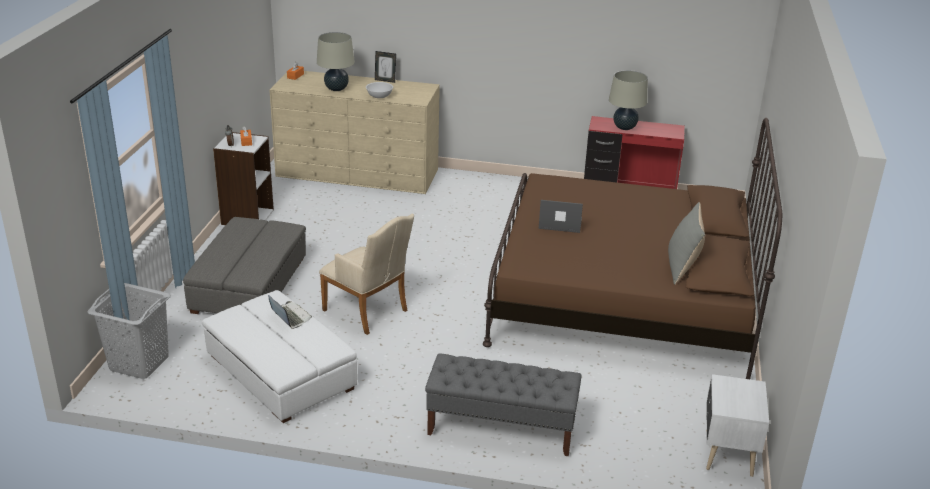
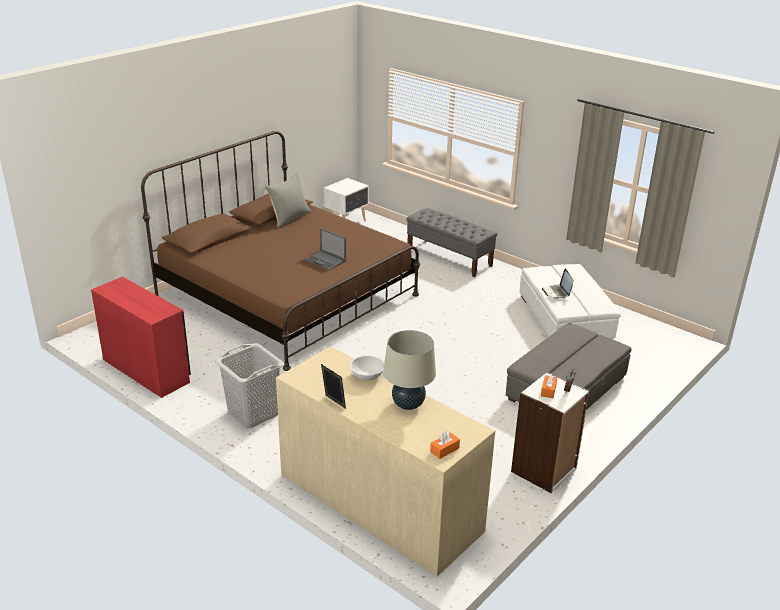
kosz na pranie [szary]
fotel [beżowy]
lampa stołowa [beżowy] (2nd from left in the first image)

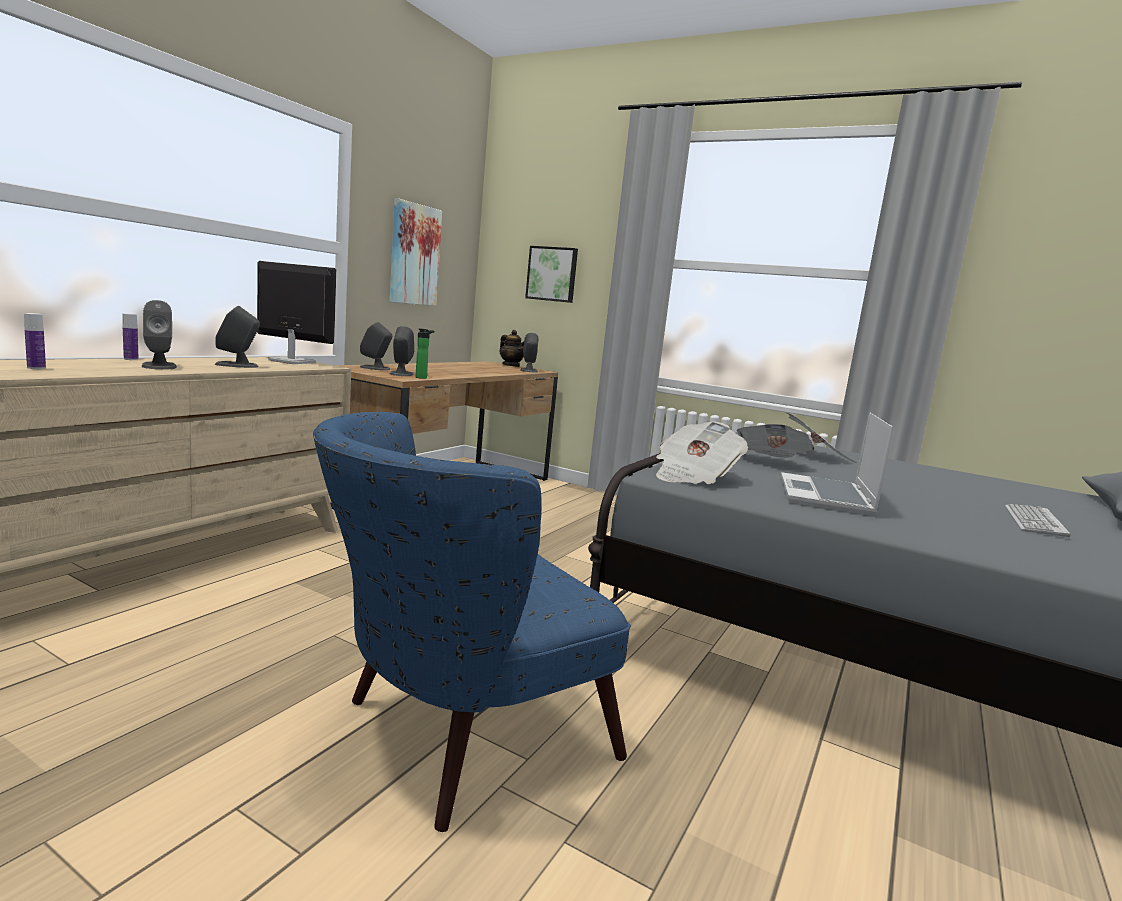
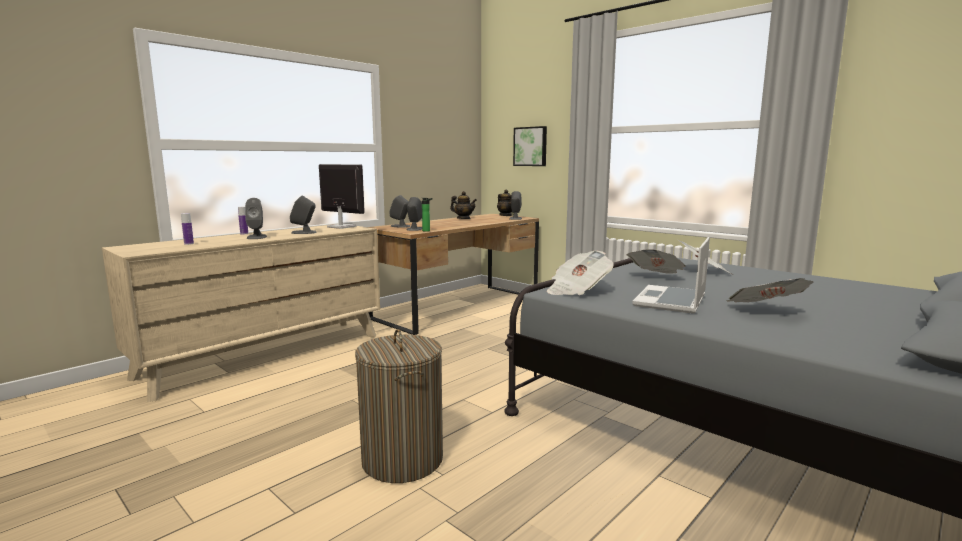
kosz na pranie
imbryk (1st from left)
gazeta (4th from left)
obraz (1st from left in the first image)
klawiatura

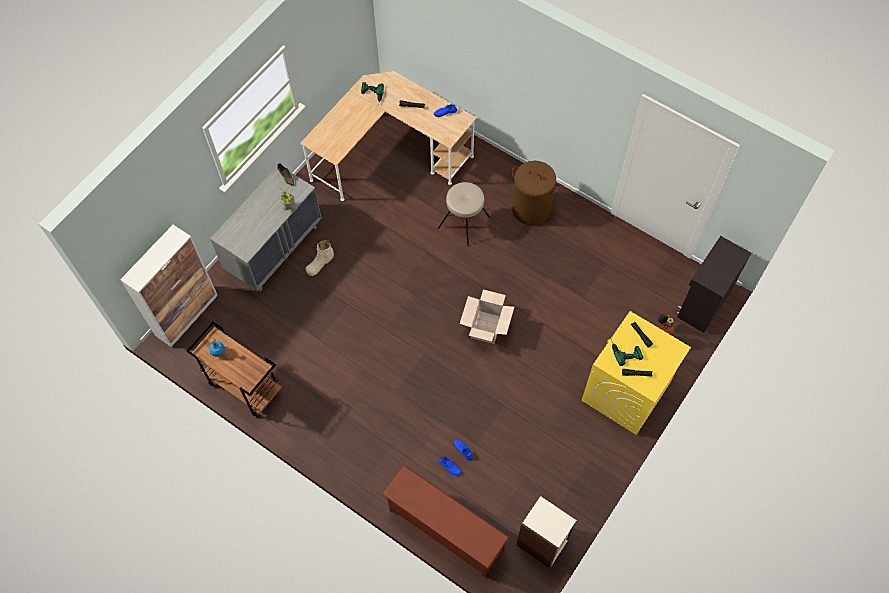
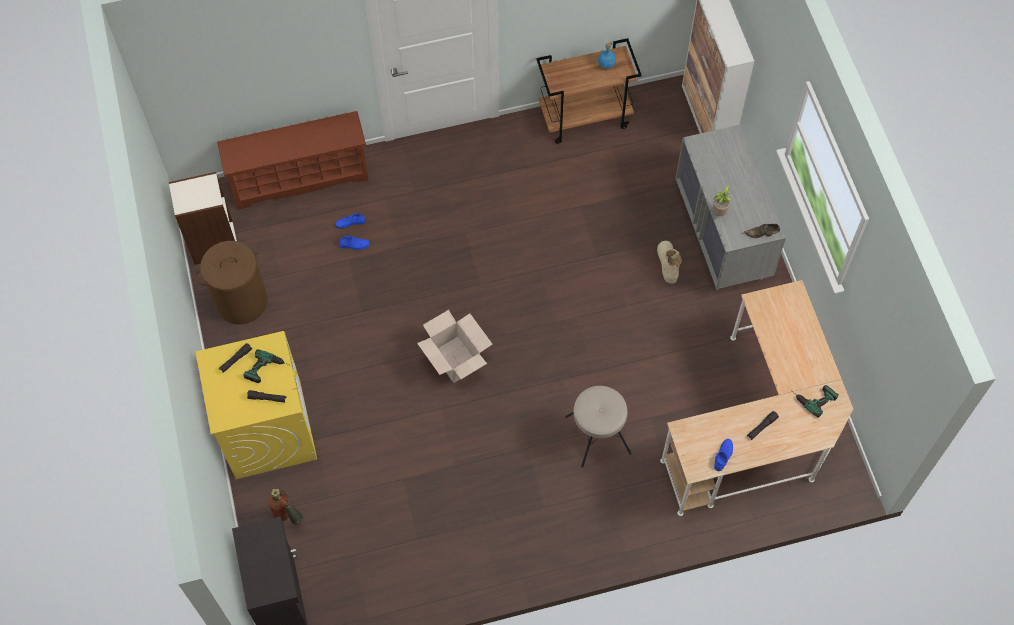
kosz na pranie [brązowy]

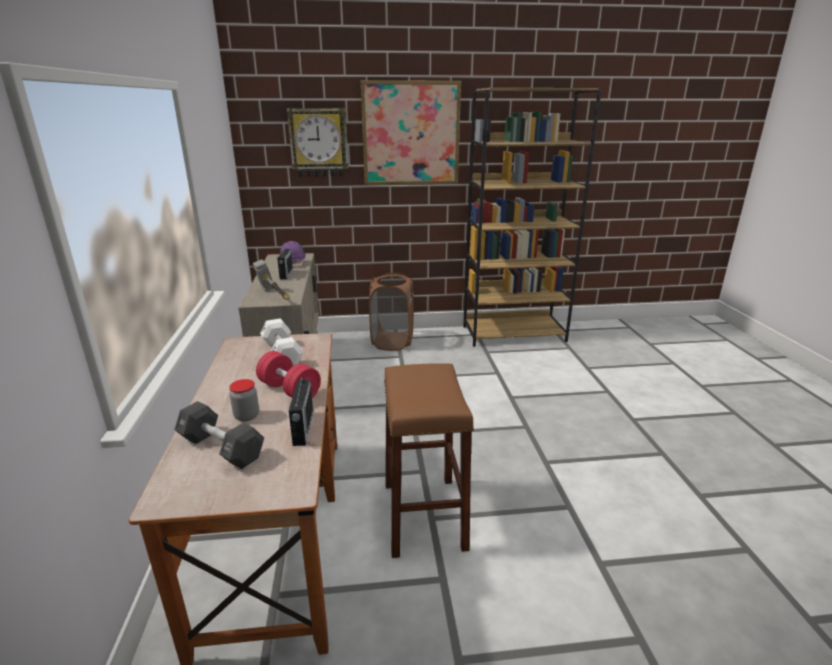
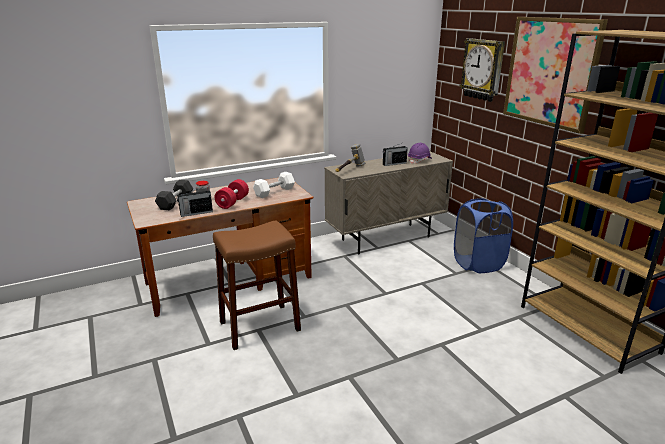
kosz na pranie [niebieski]

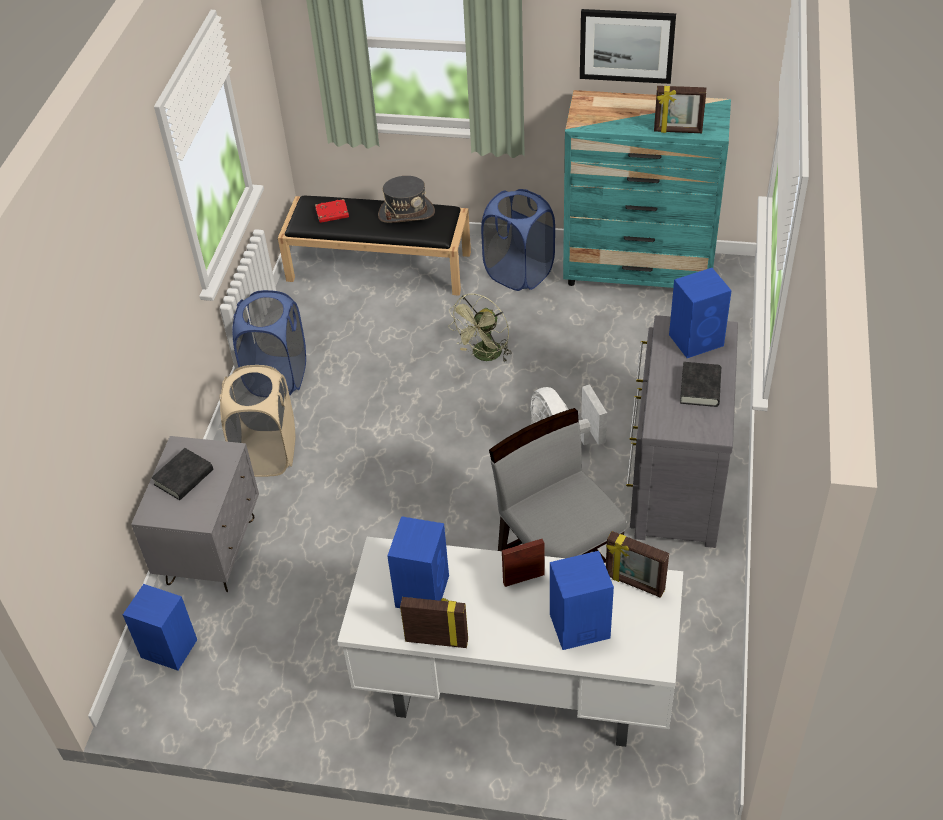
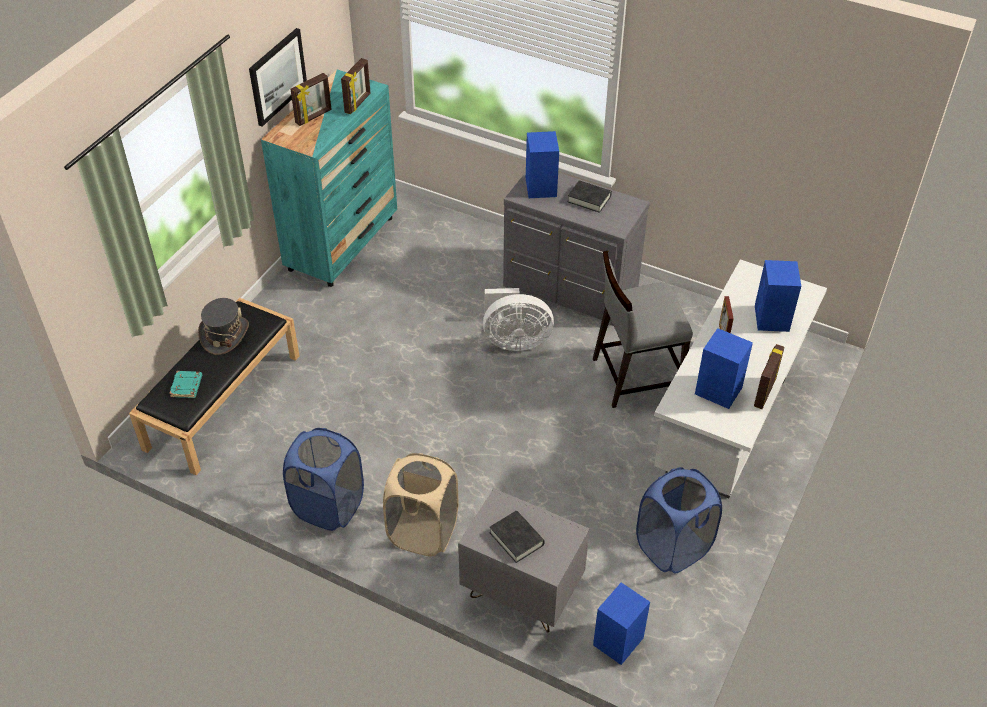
książka [turkusowy]
ramka na zdjęcie (1st from left)
kosz na pranie [niebieski] (2nd from left)
wentylator [zielony]

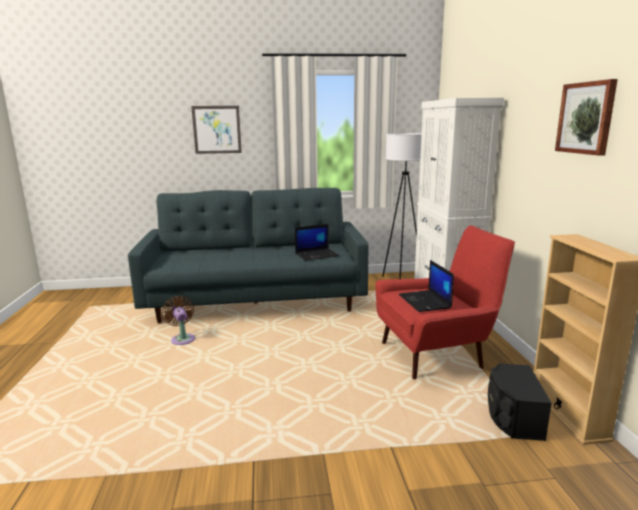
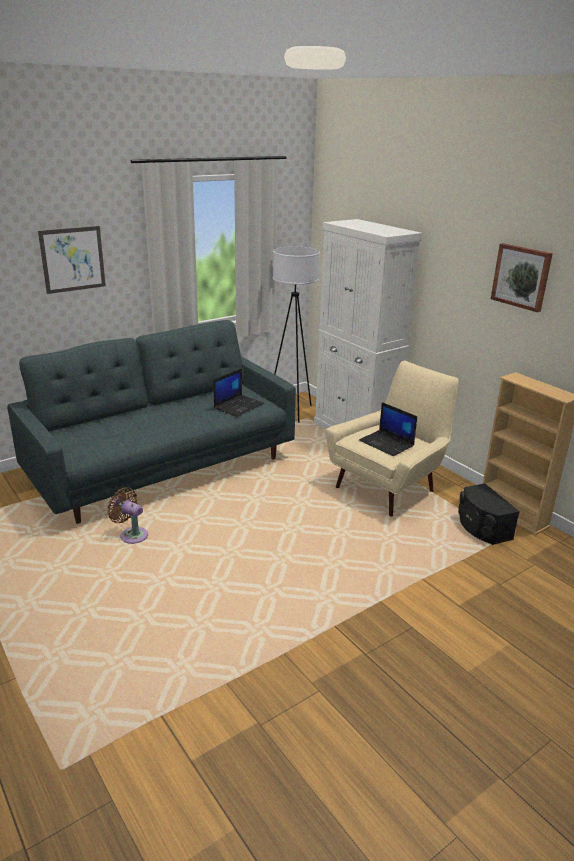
fotel [beżowy]

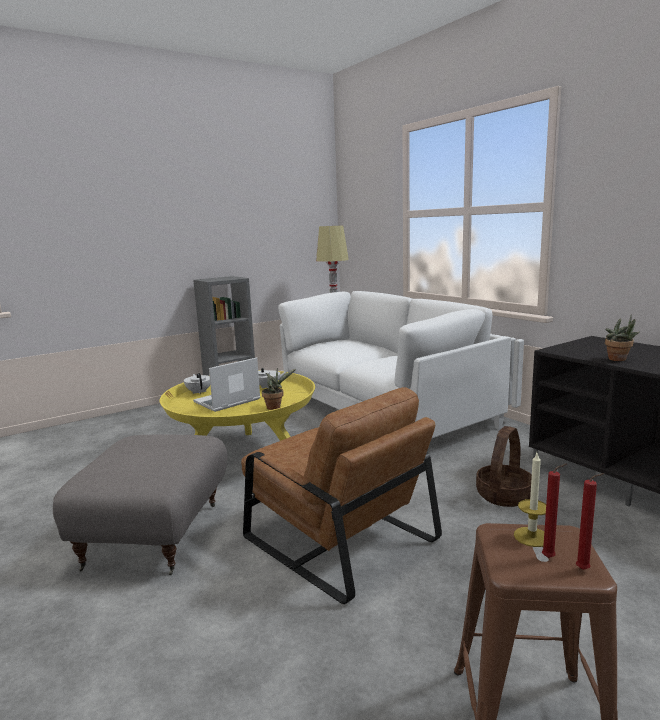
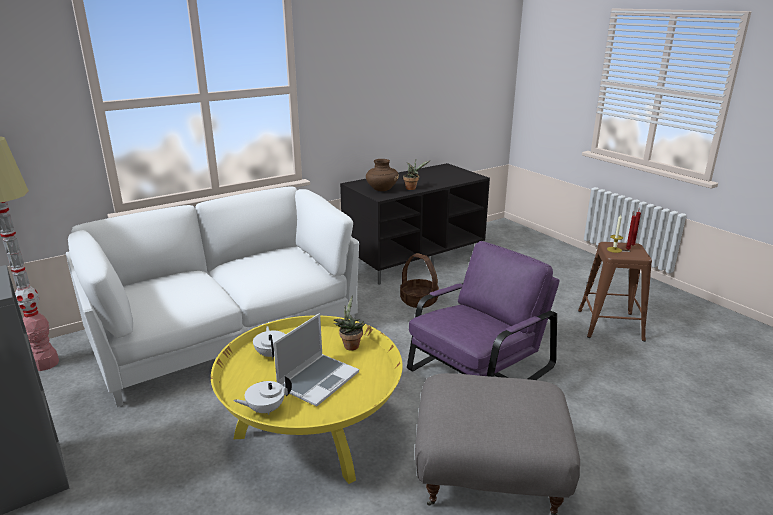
laptop
wazon [brązowy]
fotel [fioletowy]

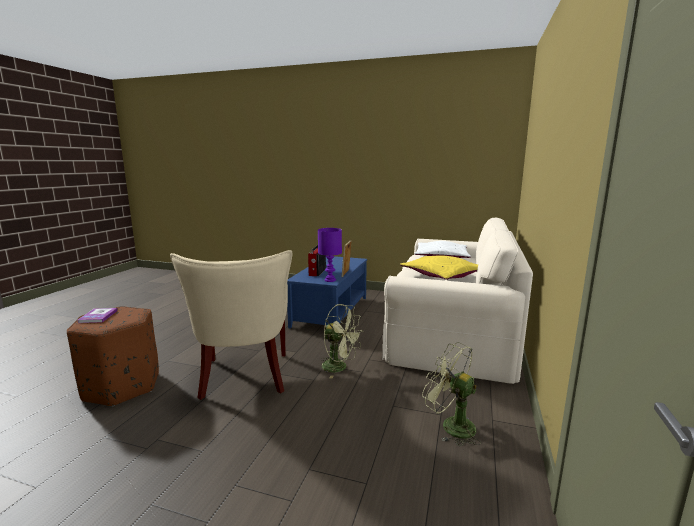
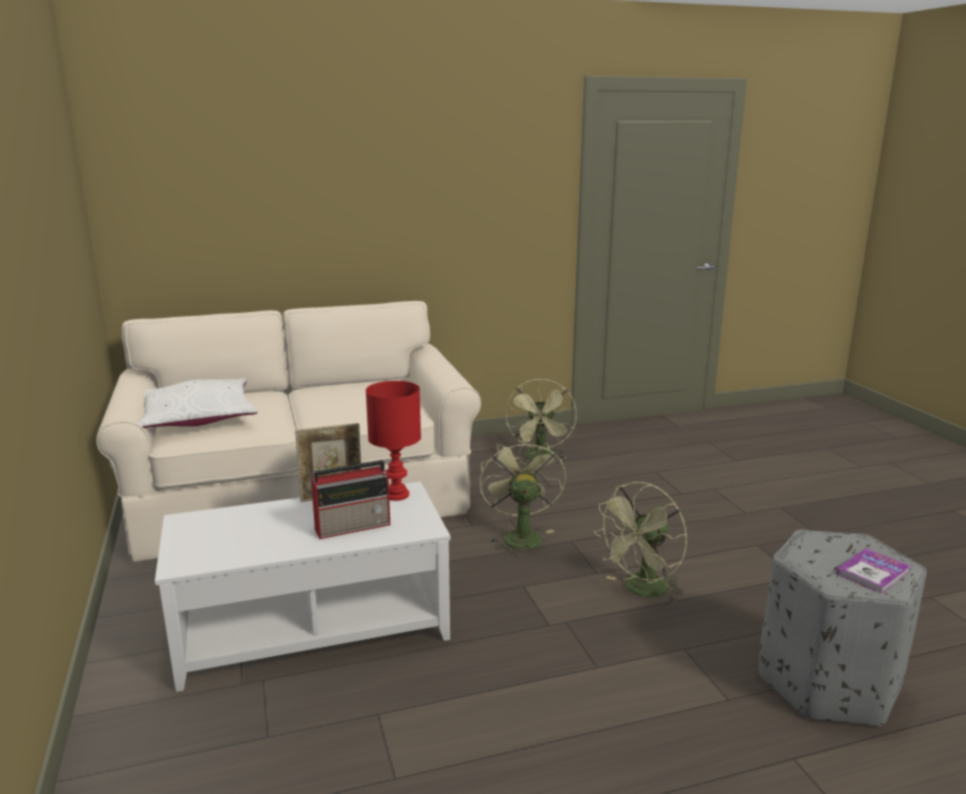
ława [biały]
lampa stołowa [czerwony]
wentylator [zielony] (3rd from left)
pufa [szary]
poduszka [żółty]

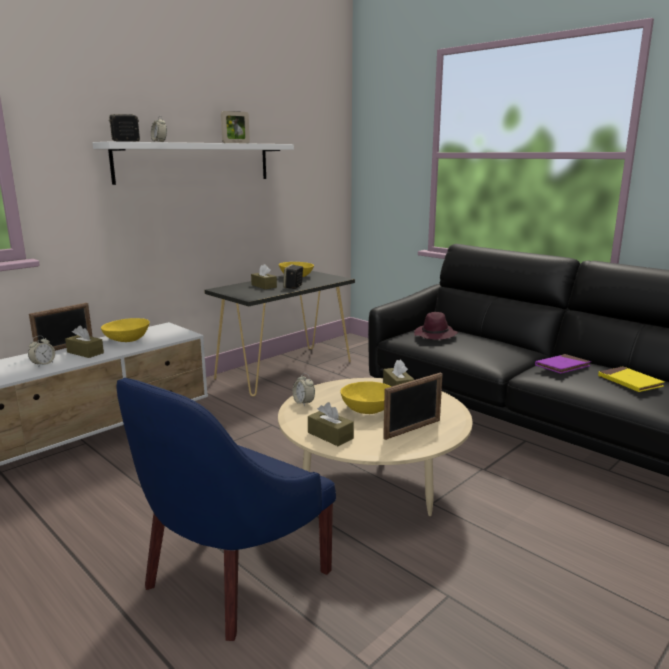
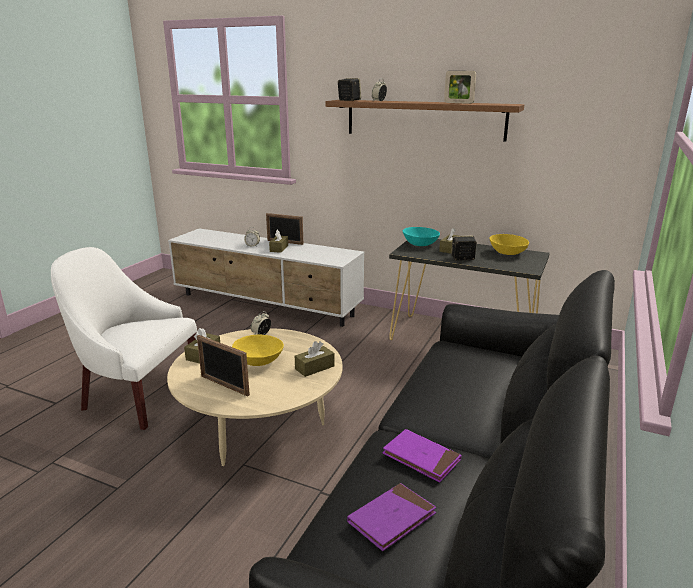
fotel [biały]
półka [brązowy]
książka [fioletowy] (1st from left)
miska [turkusowy]
miska [żółty] (1st from left in the first image)
kapelusz [fioletowy]

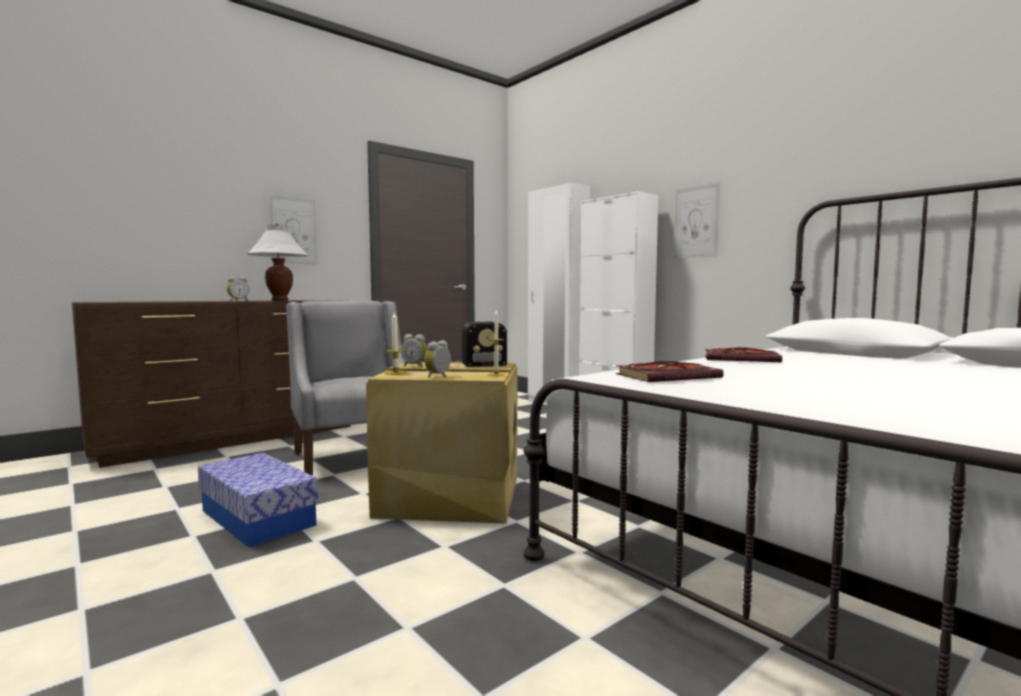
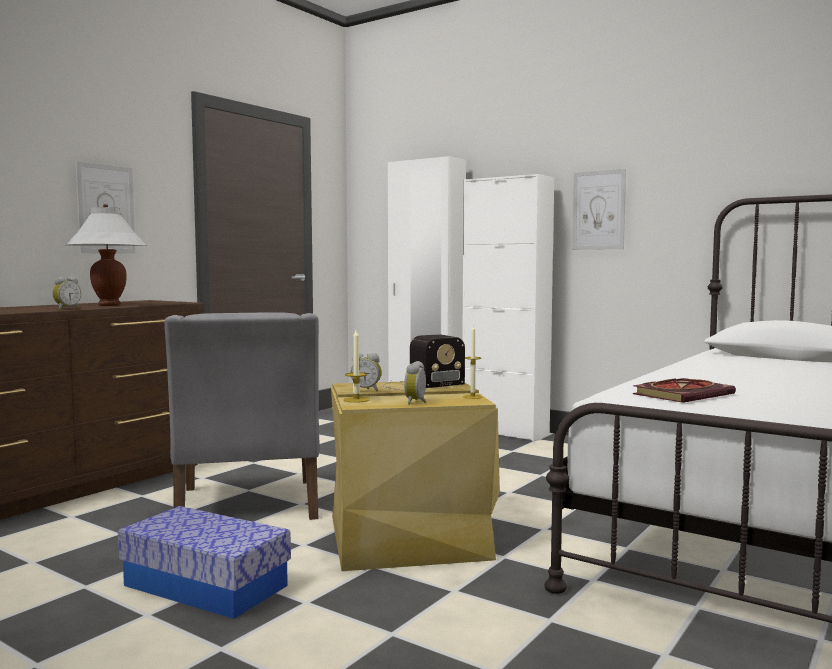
fotel [szary]
książka (2nd from left in the first image)

